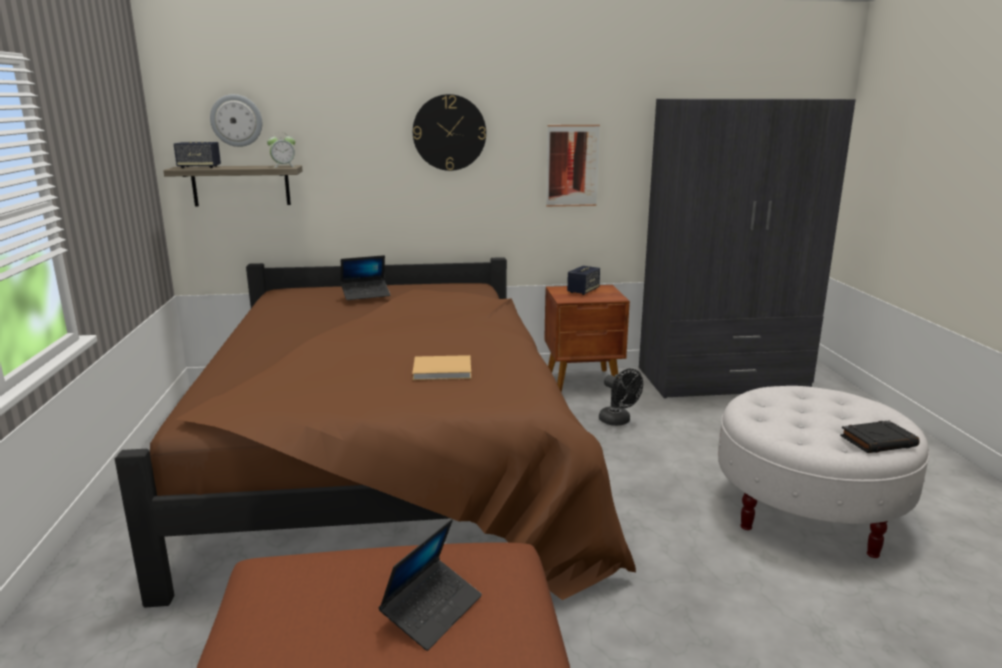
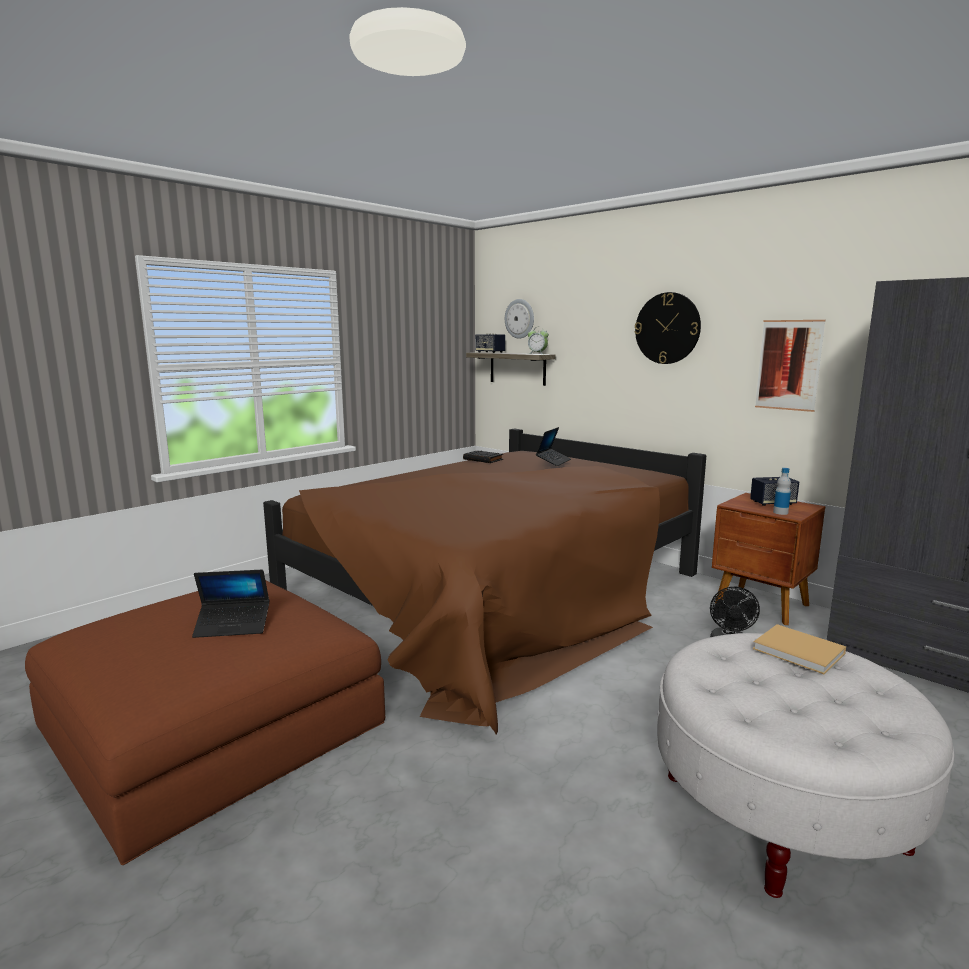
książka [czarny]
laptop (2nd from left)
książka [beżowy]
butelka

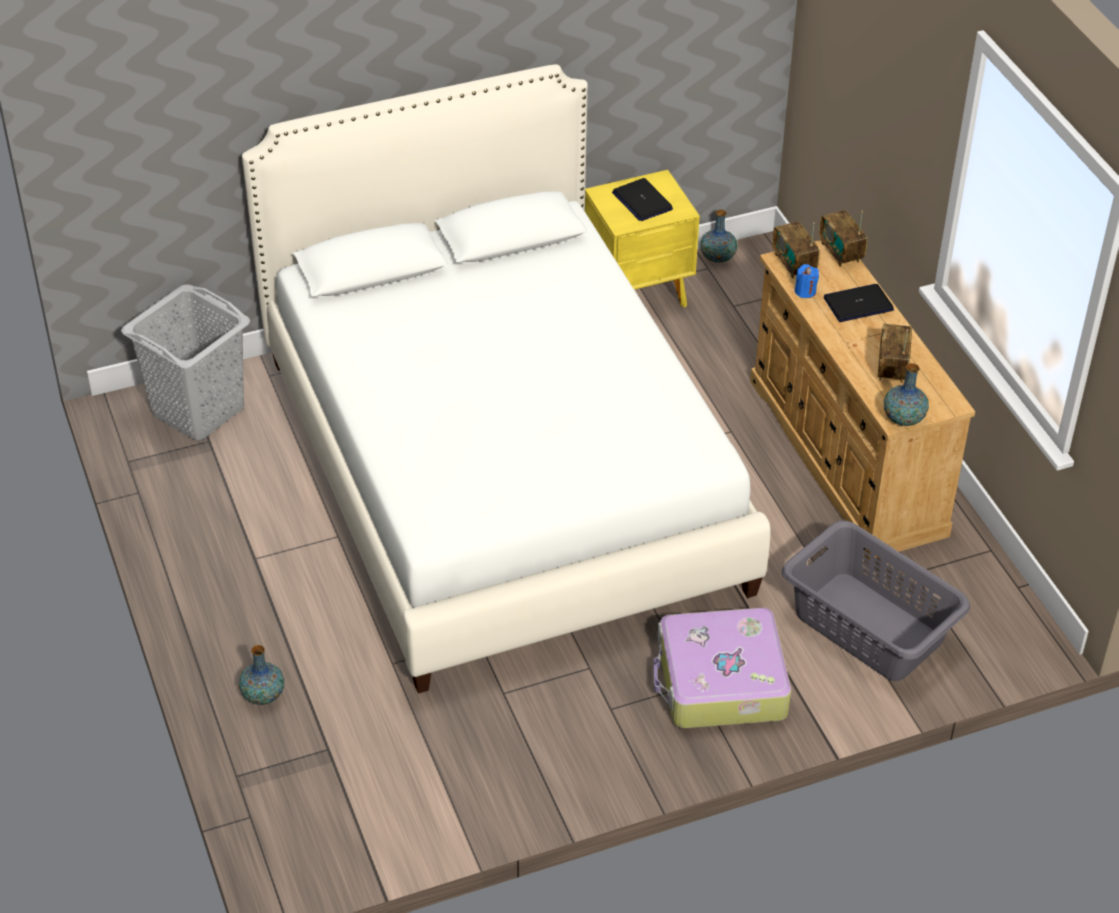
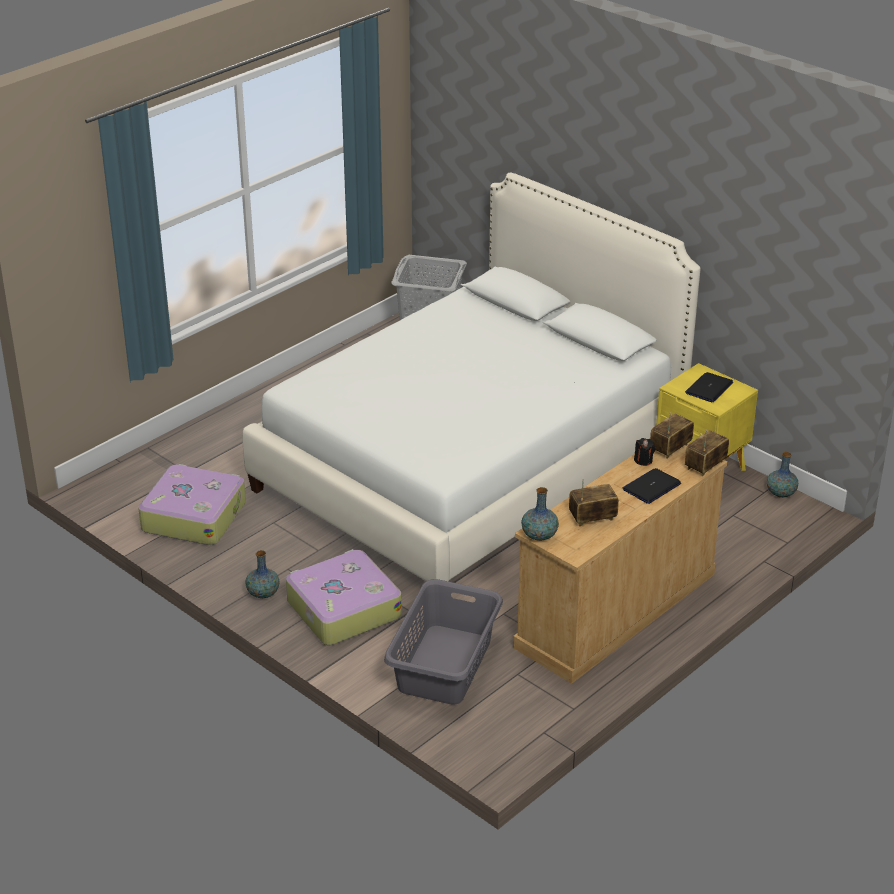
walizka (1st from left)
wazon (1st from left)
laptop (1st from left)
świeca [czarny]

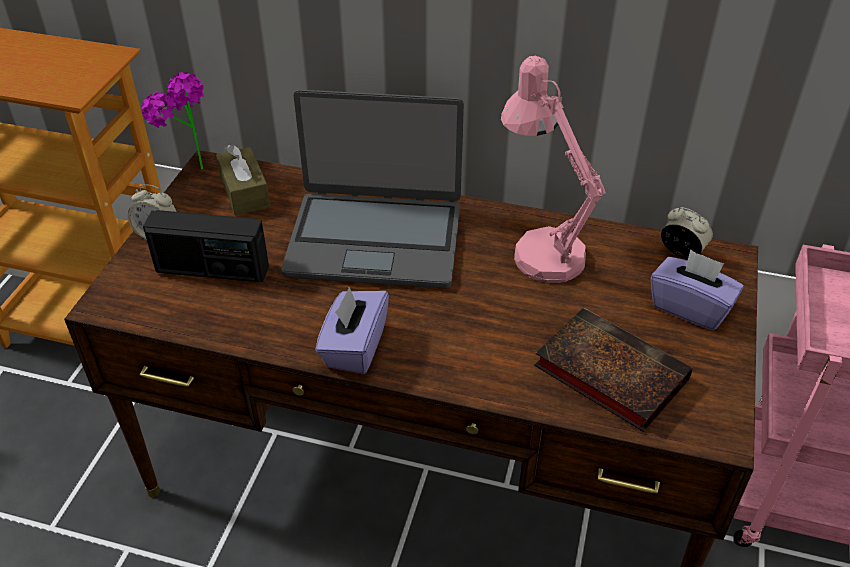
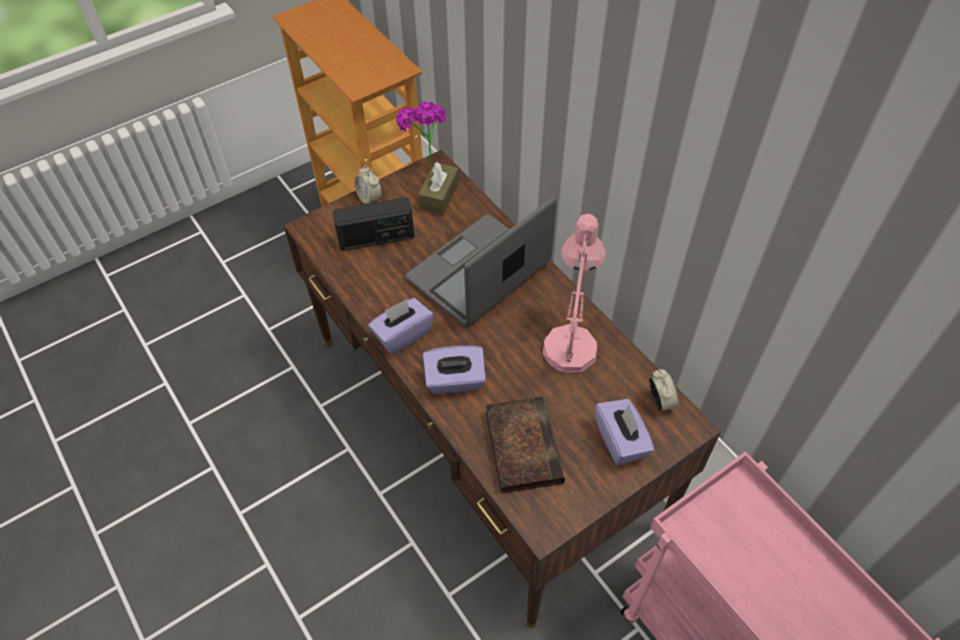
radio
laptop
pudełko chusteczek [fioletowy] (2nd from left)

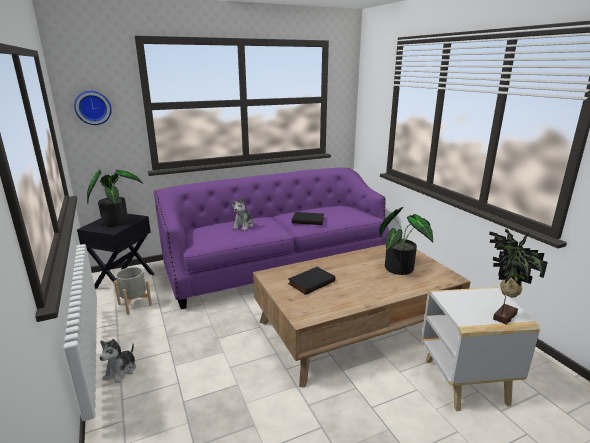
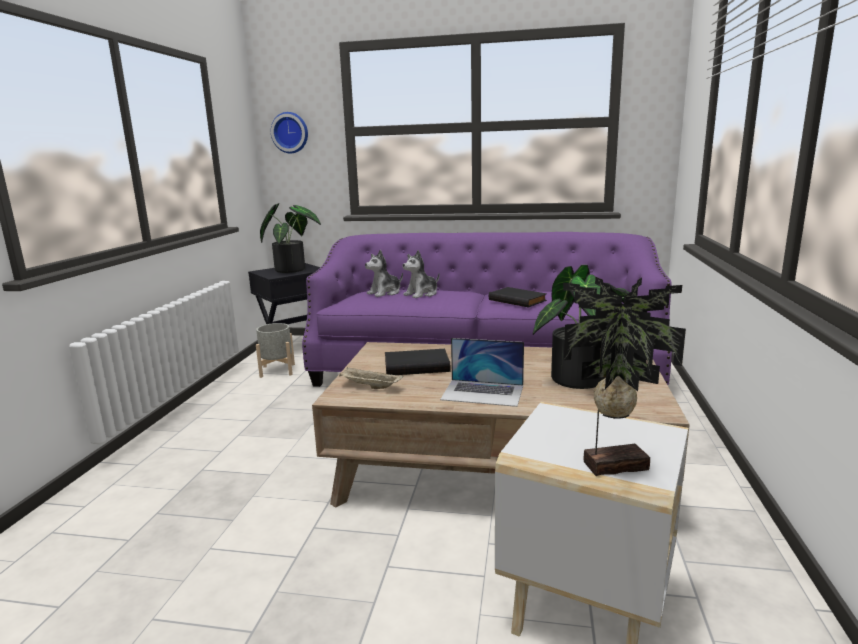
taca [beżowy]
pluszak (1st from left)
laptop

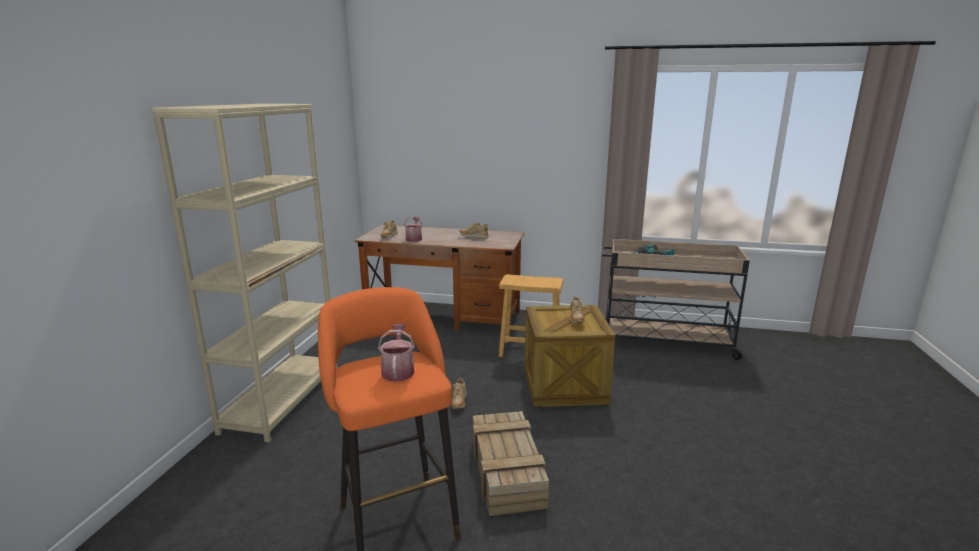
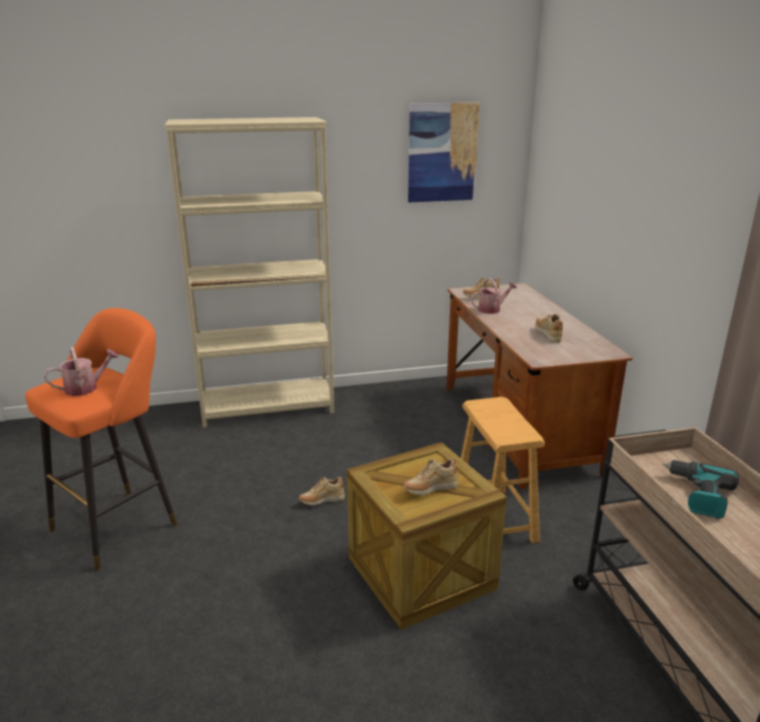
obraz
skrzynka (1st from left in the first image)

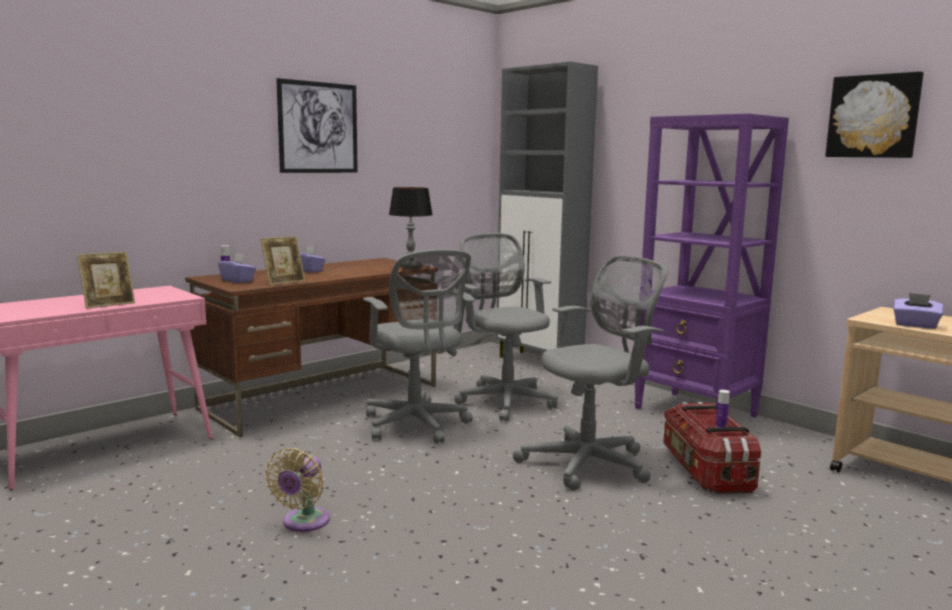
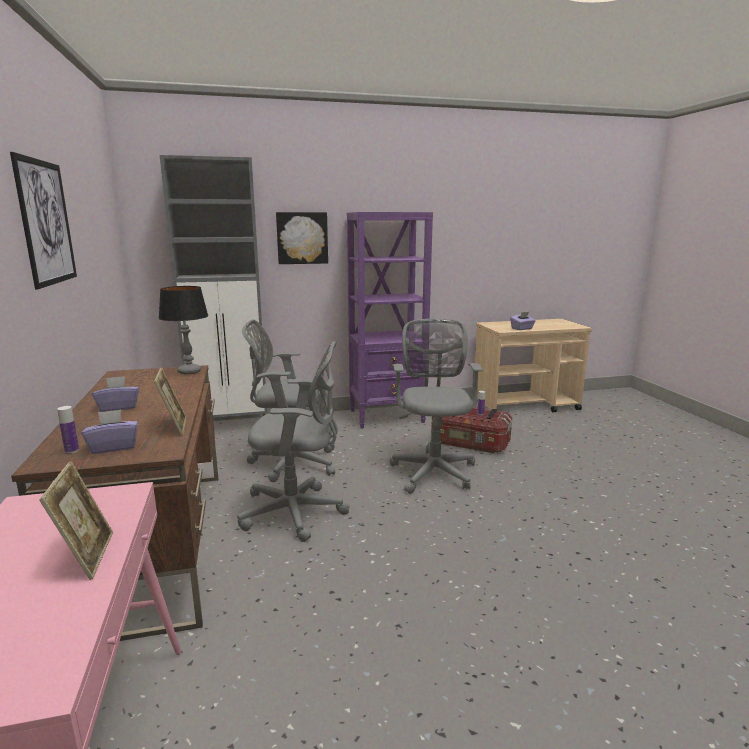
obraz (2nd from left)
wentylator [beżowy]

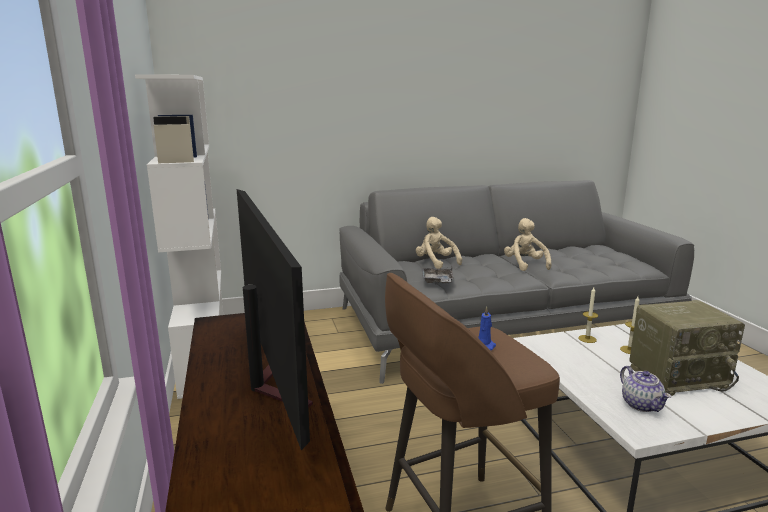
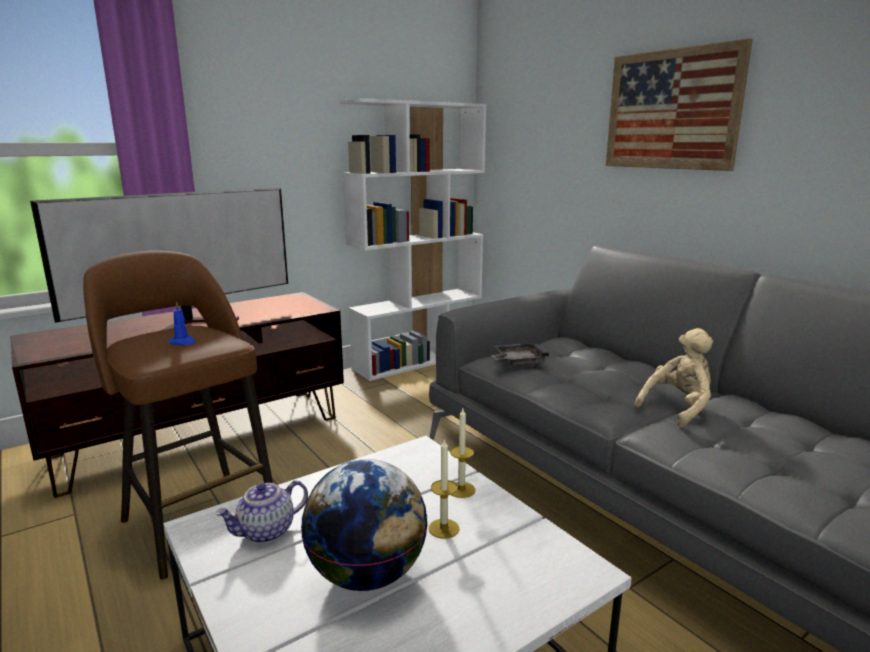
globus
obraz
pluszak [beżowy] (1st from left in the first image)

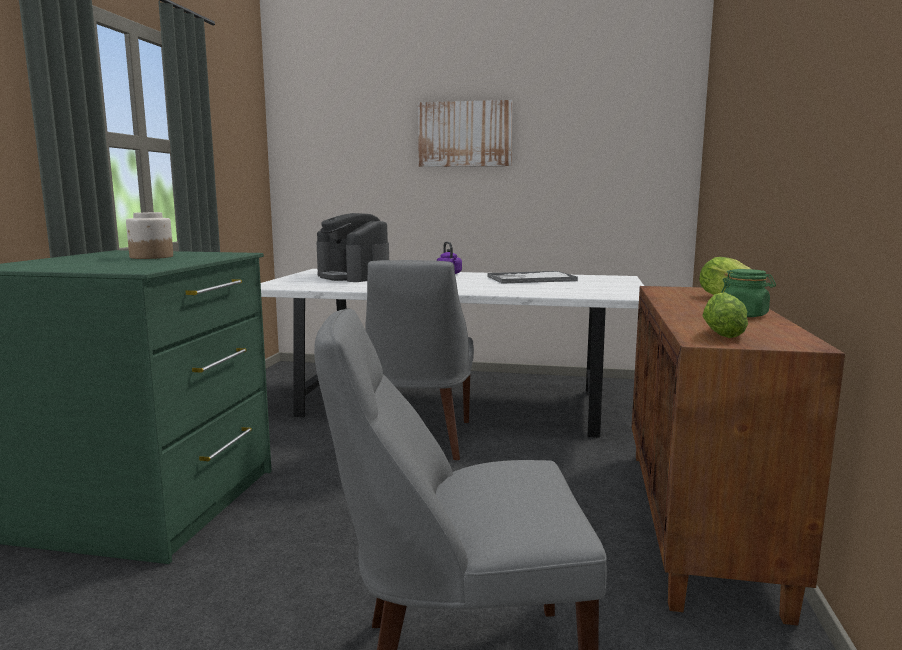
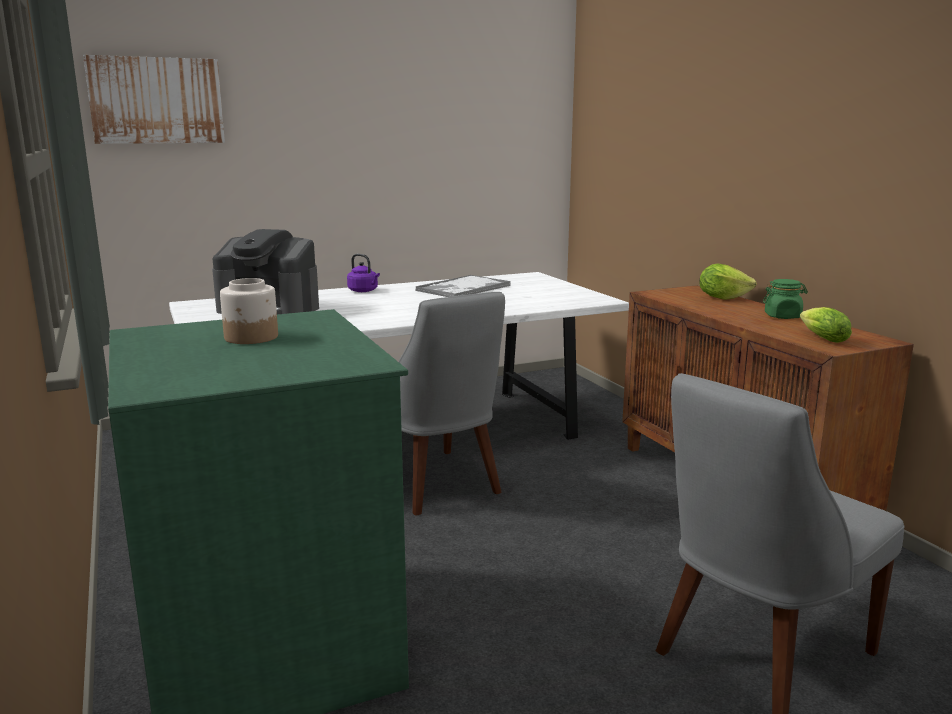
obraz

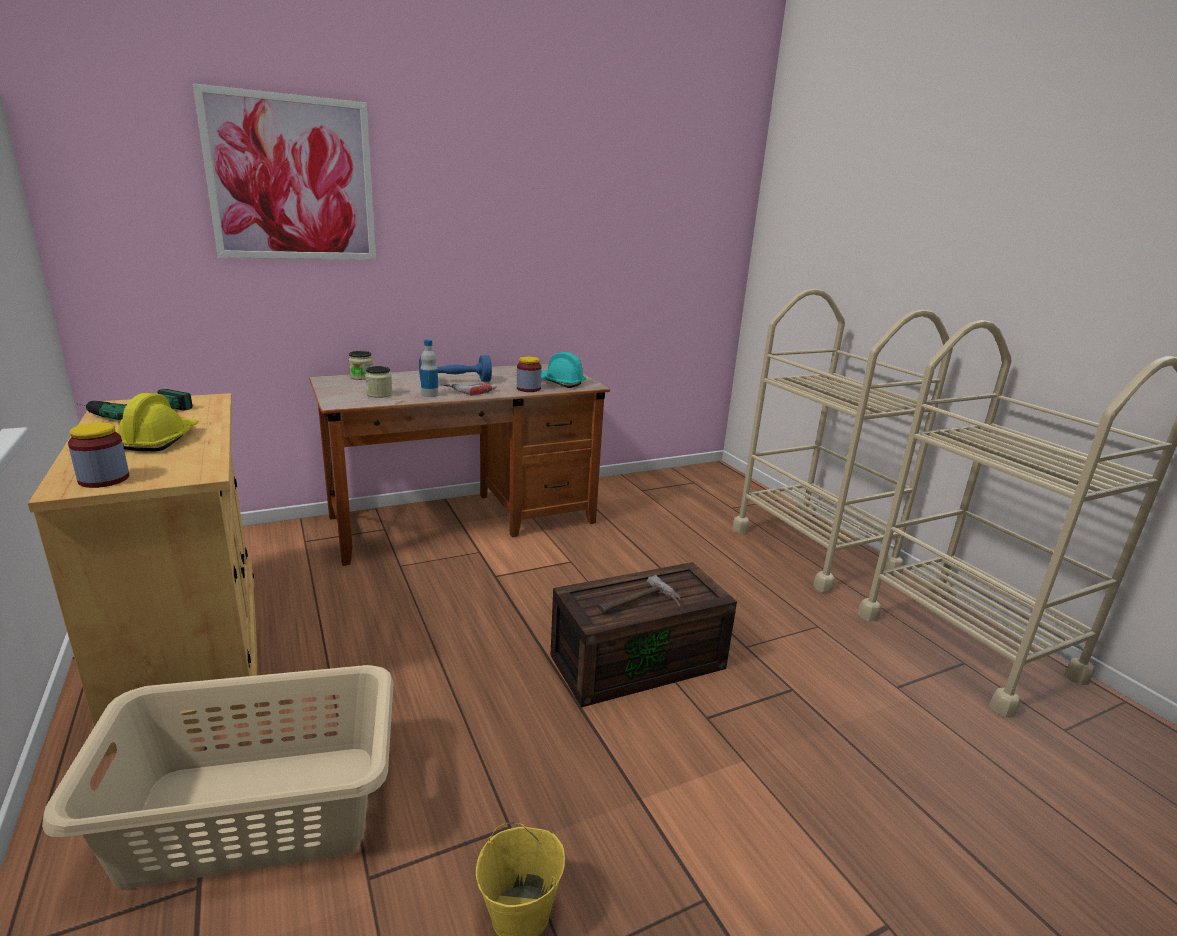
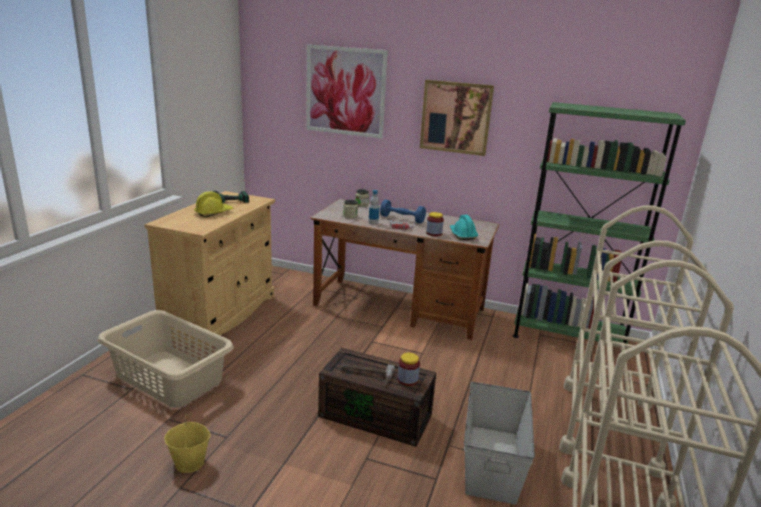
słoik (3rd from left)
obraz (2nd from left)
pojemnik do przechowywania [szary]
regał [zielony]

